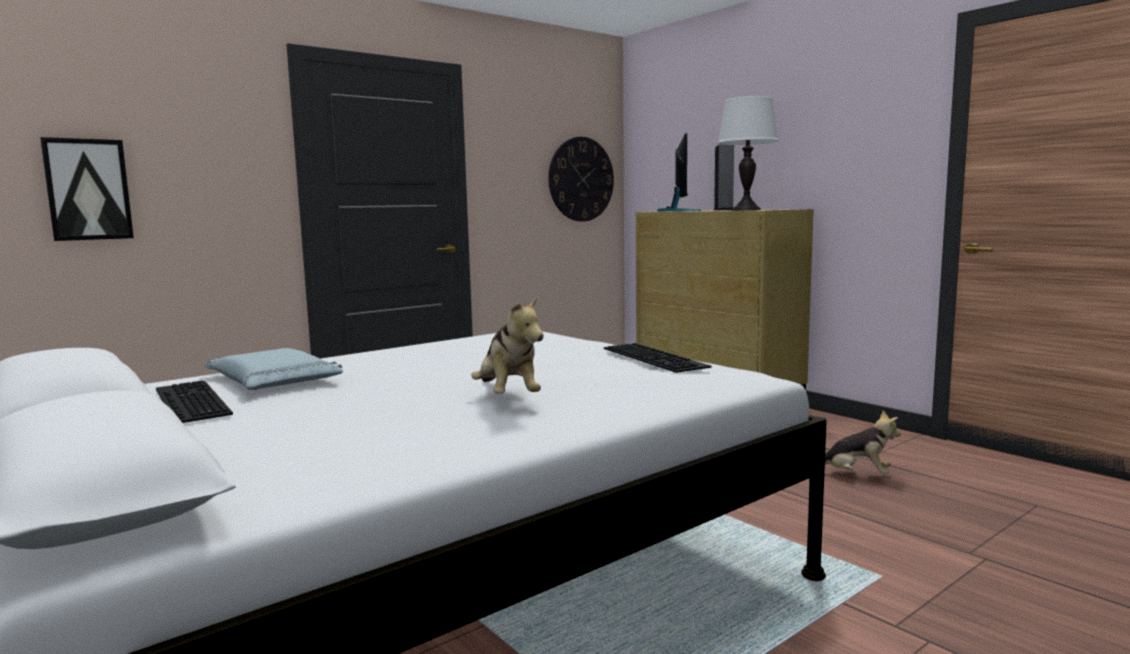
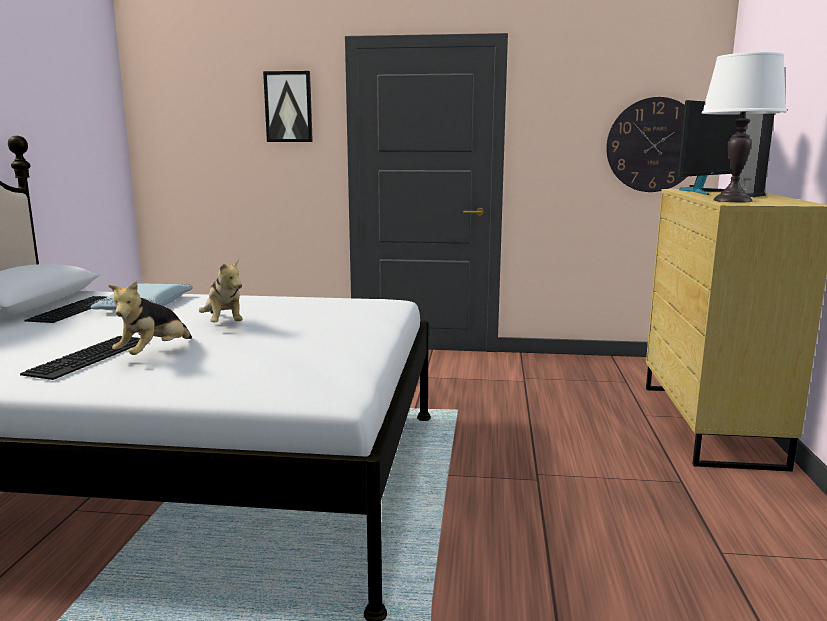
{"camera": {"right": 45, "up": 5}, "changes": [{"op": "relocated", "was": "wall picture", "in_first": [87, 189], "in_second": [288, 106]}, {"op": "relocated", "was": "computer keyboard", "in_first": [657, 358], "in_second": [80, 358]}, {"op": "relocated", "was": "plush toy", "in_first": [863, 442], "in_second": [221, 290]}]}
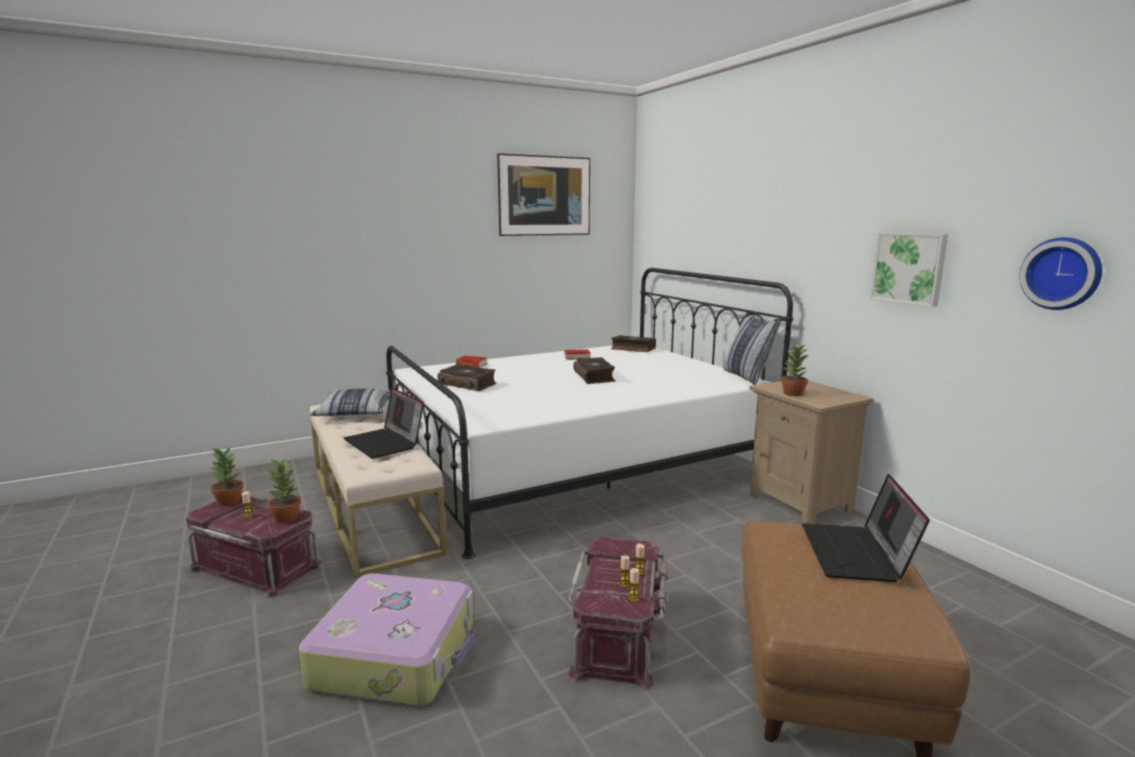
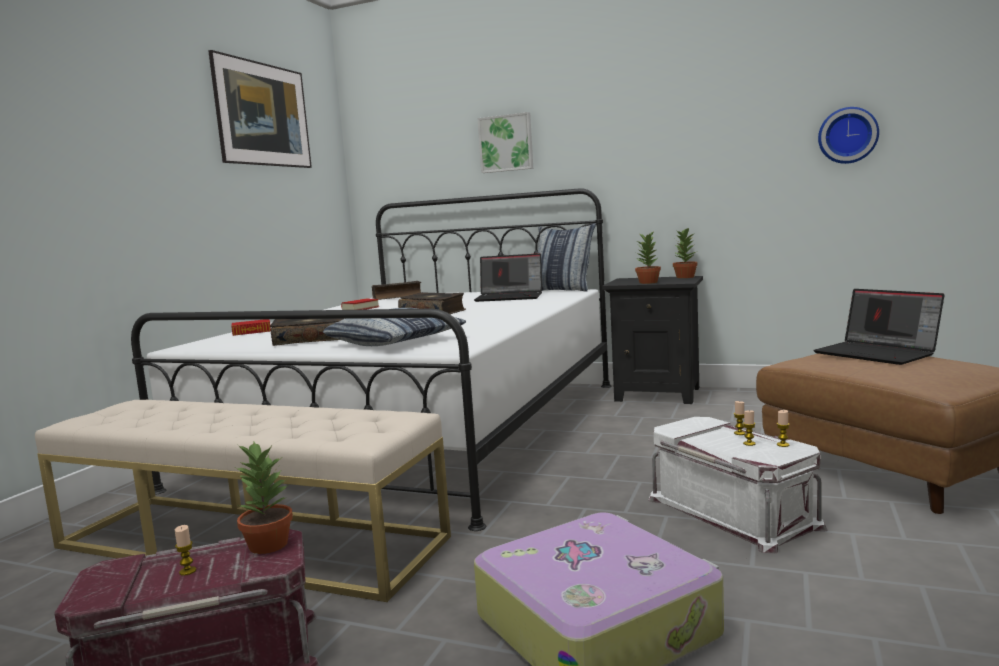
{"camera": {"right": -40, "up": -5}, "changes": [{"op": "relocated", "was": "houseplant", "in_first": [226, 476], "in_second": [685, 252]}, {"op": "relocated", "was": "cushion", "in_first": [350, 402], "in_second": [394, 327]}, {"op": "relocated", "was": "laptop", "in_first": [384, 423], "in_second": [508, 277]}, {"op": "relocated", "was": "wall picture", "in_first": [909, 270], "in_second": [505, 142]}, {"op": "colour", "was": "storage bin in reddish", "now": "storage bin in whitish", "in_first": [617, 614], "in_second": [738, 485]}, {"op": "colour", "was": "bedside table in beige", "now": "bedside table in blackish", "in_first": [811, 452], "in_second": [652, 340]}]}
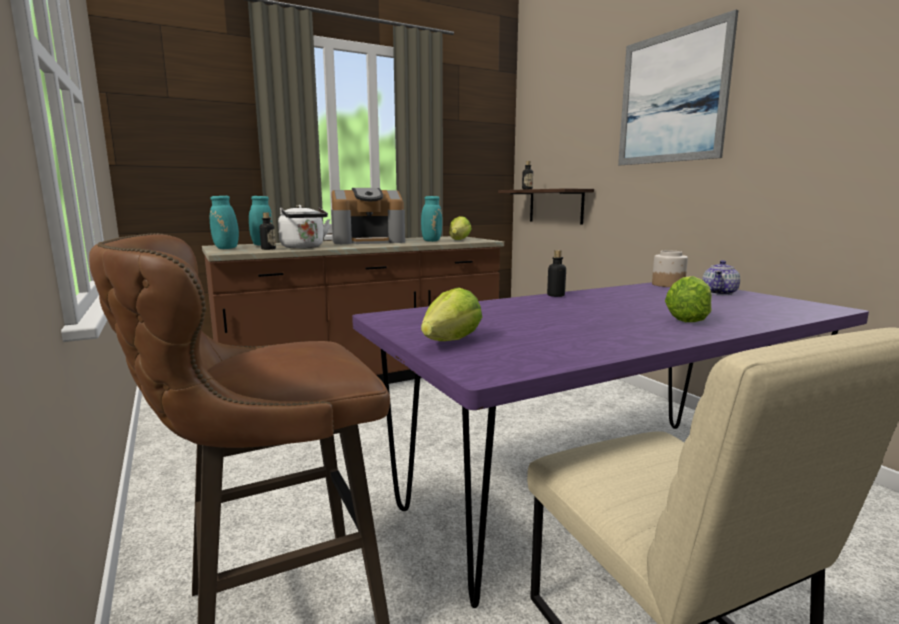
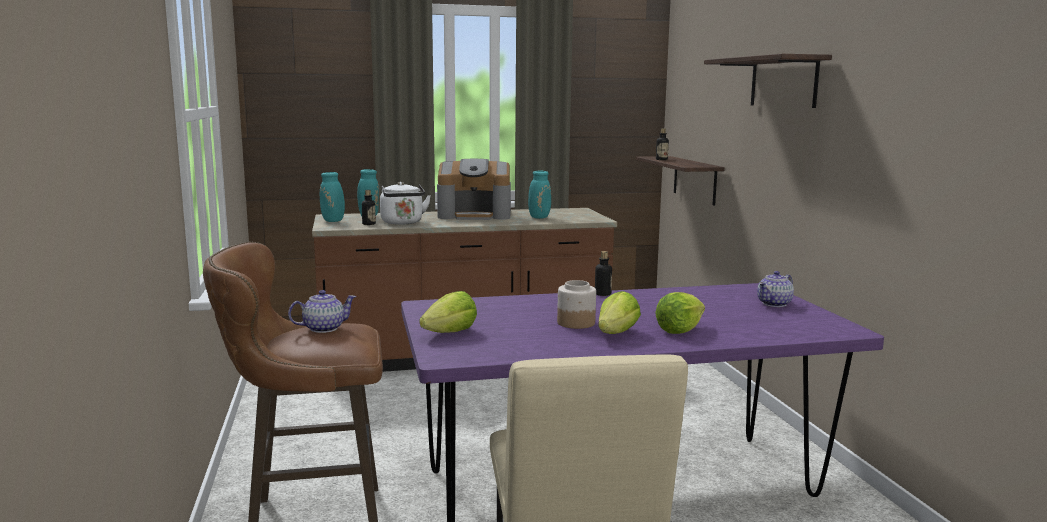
{"camera": {"right": 15, "up": 0}, "changes": [{"op": "appeared", "now": "tea pot", "in_second": [322, 311]}, {"op": "relocated", "was": "lettuce", "in_first": [460, 228], "in_second": [619, 312]}, {"op": "relocated", "was": "storage jar", "in_first": [670, 268], "in_second": [576, 304]}, {"op": "exchanged", "was": "wall picture", "now": "wall shelf", "in_first": [678, 87], "in_second": [768, 81]}]}
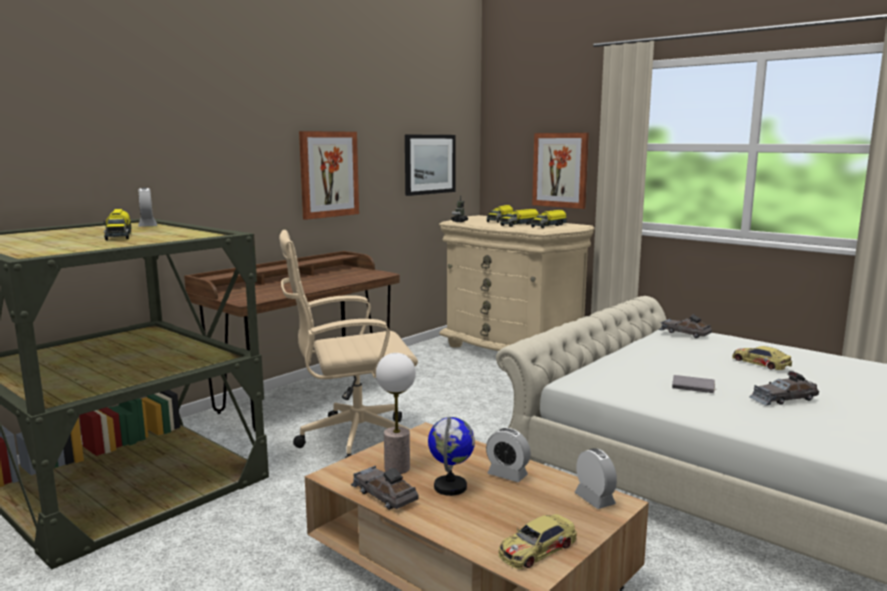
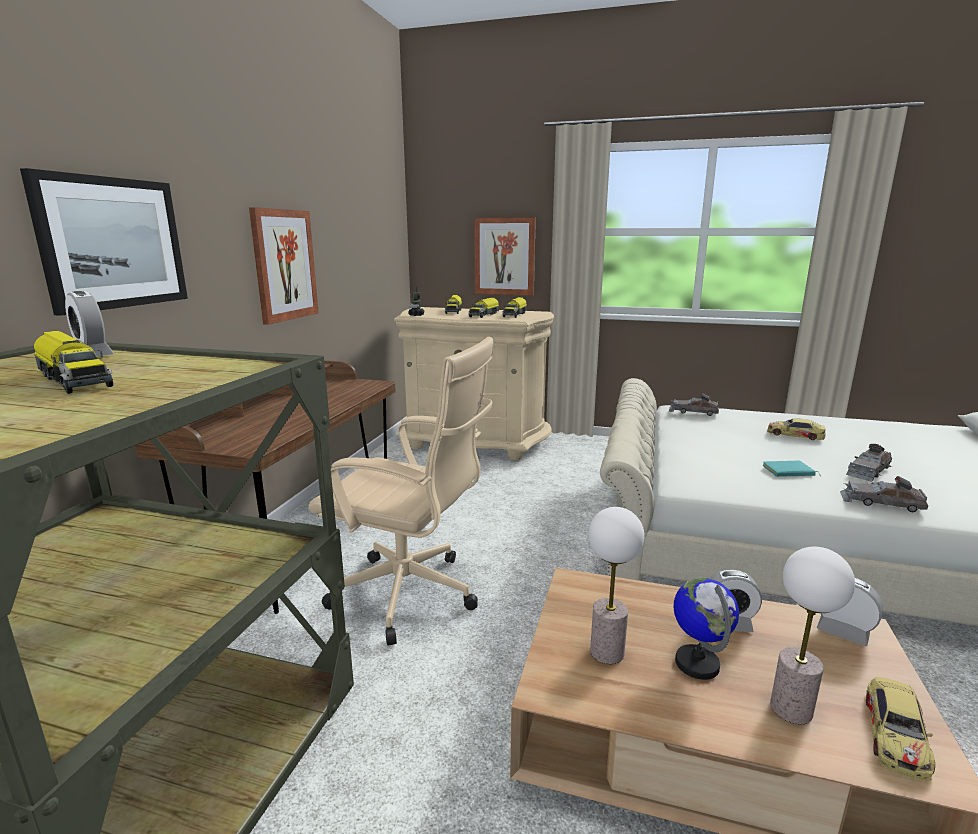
{"camera": {"right": -25, "up": 5}, "changes": [{"op": "appeared", "now": "table lamp", "in_second": [812, 635]}, {"op": "relocated", "was": "miniature car in gray", "in_first": [384, 488], "in_second": [884, 494]}, {"op": "relocated", "was": "wall picture", "in_first": [430, 165], "in_second": [104, 242]}, {"op": "colour", "was": "book in gray", "now": "book in turquoise-coloured", "in_first": [694, 384], "in_second": [792, 469]}, {"op": "spun", "was": "desk chair in beige", "in_first": [348, 344], "in_second": [401, 491], "clockwise": -120}]}
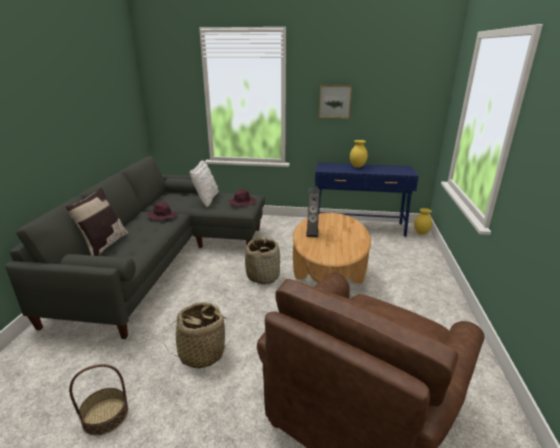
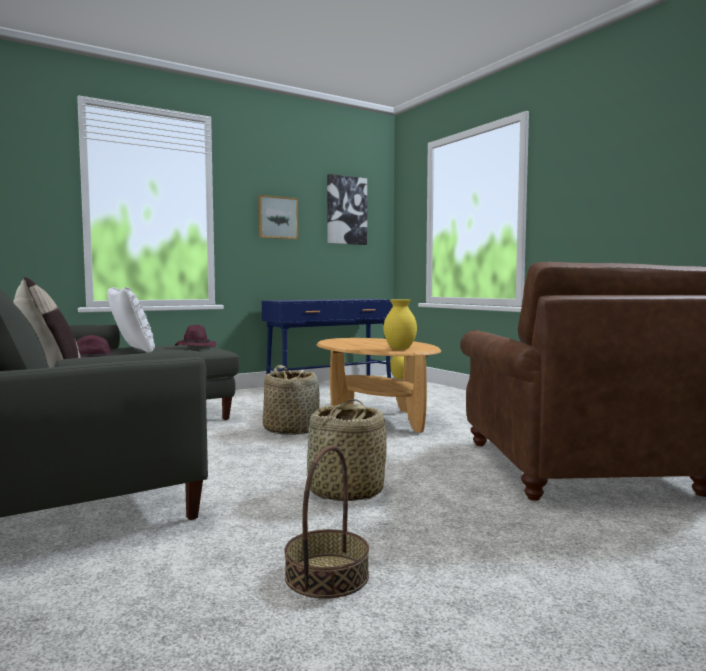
{"camera": {"right": -40, "up": -20}, "changes": [{"op": "missing", "was": "audio speaker", "in_first": [313, 212]}, {"op": "appeared", "now": "wall picture", "in_second": [347, 209]}, {"op": "relocated", "was": "flower vase in yellow", "in_first": [359, 154], "in_second": [400, 325]}]}
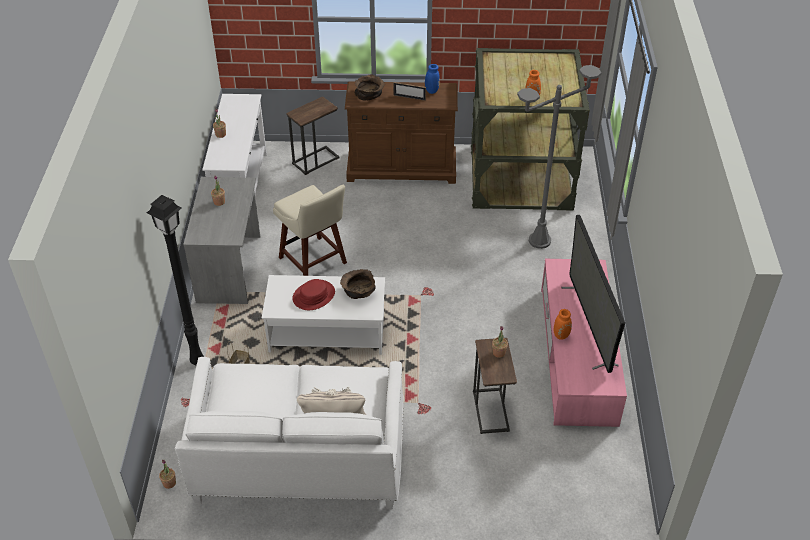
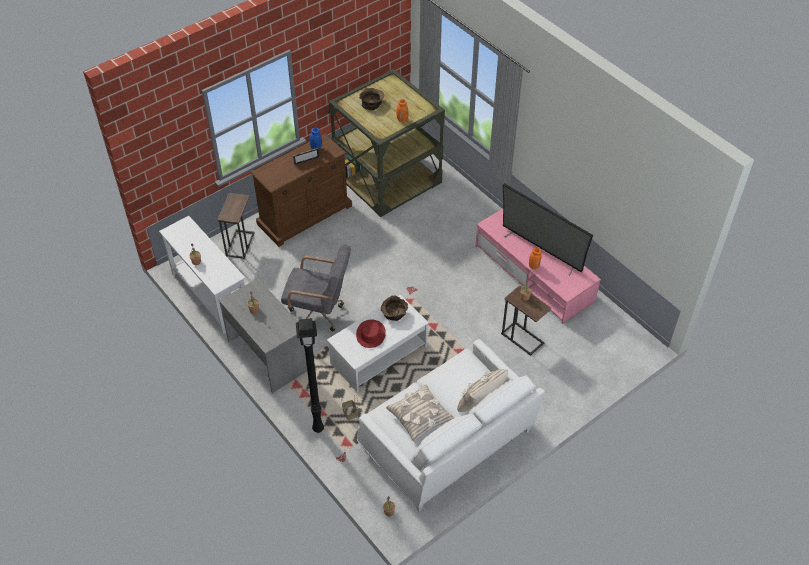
{"camera": {"right": -40, "up": 5}, "changes": [{"op": "missing", "was": "standing lamp in gray", "in_first": [559, 157]}, {"op": "appeared", "now": "cushion in beige", "in_second": [420, 413]}, {"op": "relocated", "was": "deep dish in brown-coloured", "in_first": [370, 87], "in_second": [371, 99]}, {"op": "exchanged", "was": "stool seat in beige", "now": "desk chair in gray", "in_first": [310, 230], "in_second": [316, 287]}]}
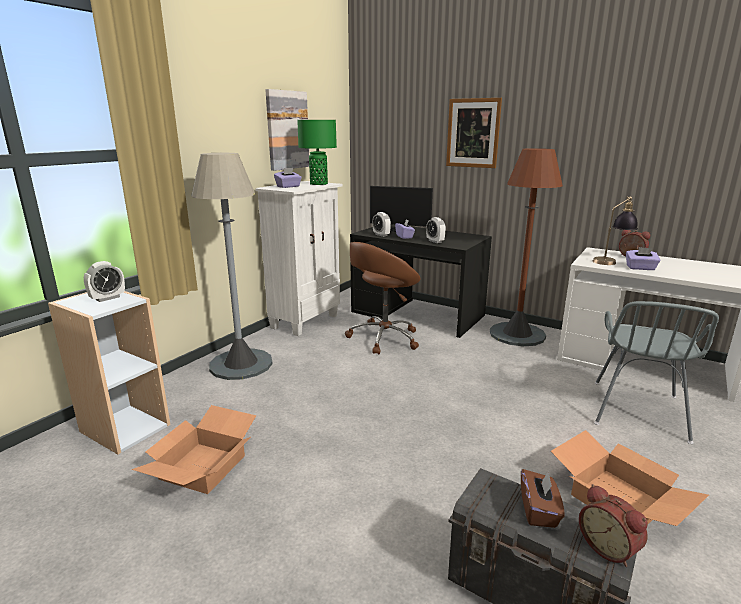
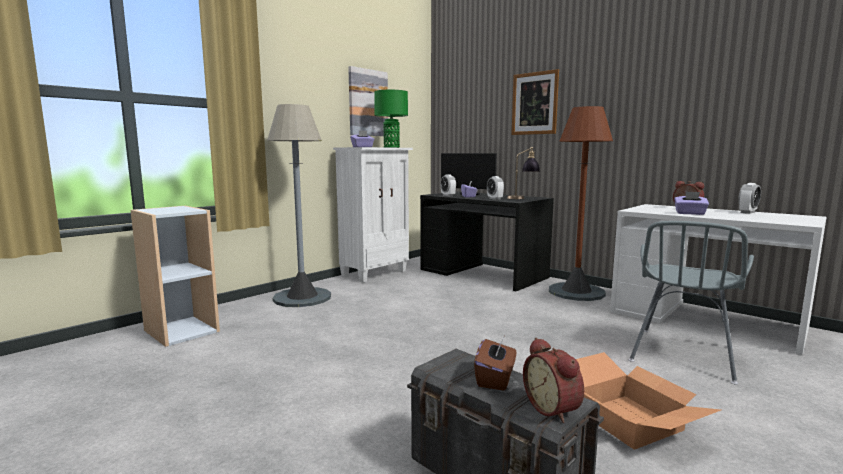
{"camera": {"right": 10, "up": -10}, "changes": [{"op": "missing", "was": "packing box", "in_first": [194, 449]}, {"op": "missing", "was": "desk chair in brown-coloured", "in_first": [382, 298]}, {"op": "relocated", "was": "table clock", "in_first": [104, 281], "in_second": [749, 198]}, {"op": "relocated", "was": "table lamp", "in_first": [615, 230], "in_second": [523, 173]}]}
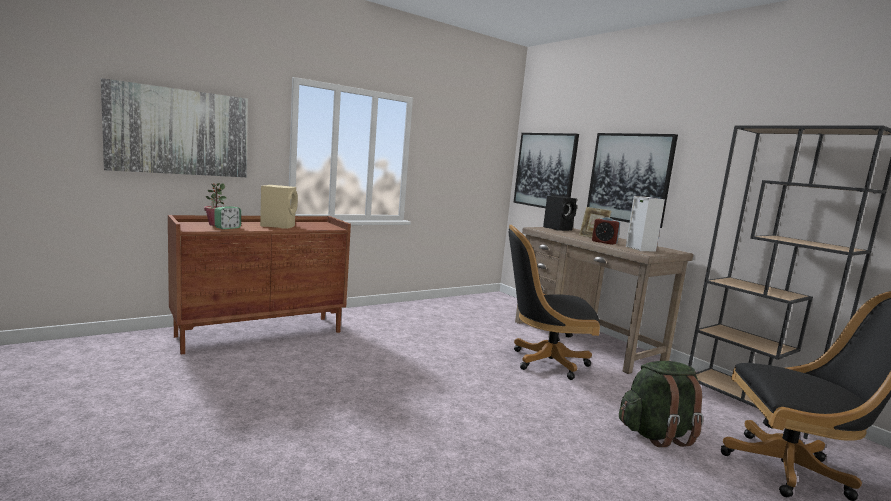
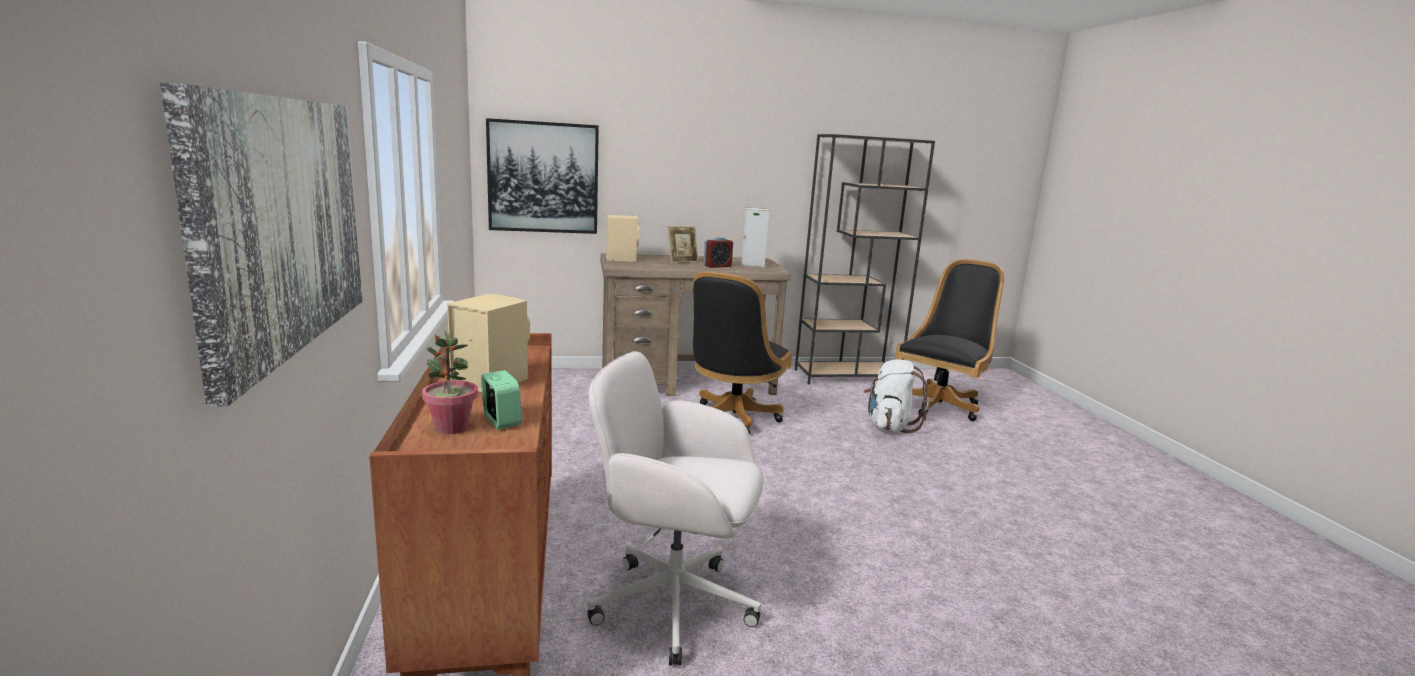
{"camera": {"right": -65, "up": 5}, "changes": [{"op": "missing", "was": "wall picture", "in_first": [632, 180]}, {"op": "appeared", "now": "desk chair in whitish", "in_second": [675, 508]}, {"op": "colour", "was": "audio speaker in blackish", "now": "audio speaker in beige", "in_first": [560, 213], "in_second": [622, 238]}, {"op": "colour", "was": "knapsack in green-coloured", "now": "knapsack in whitish", "in_first": [661, 404], "in_second": [896, 396]}]}
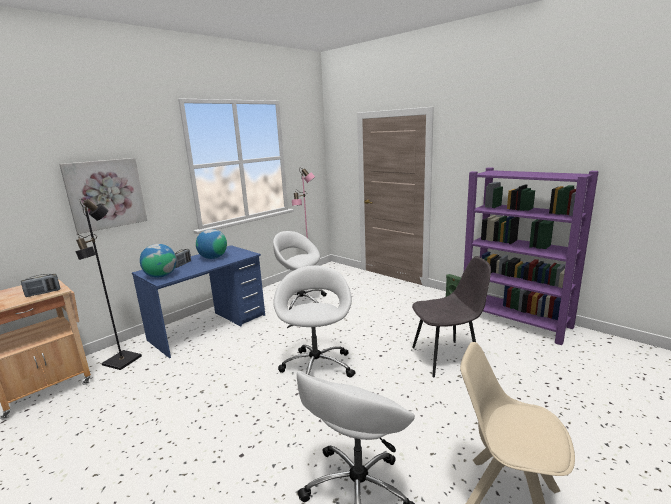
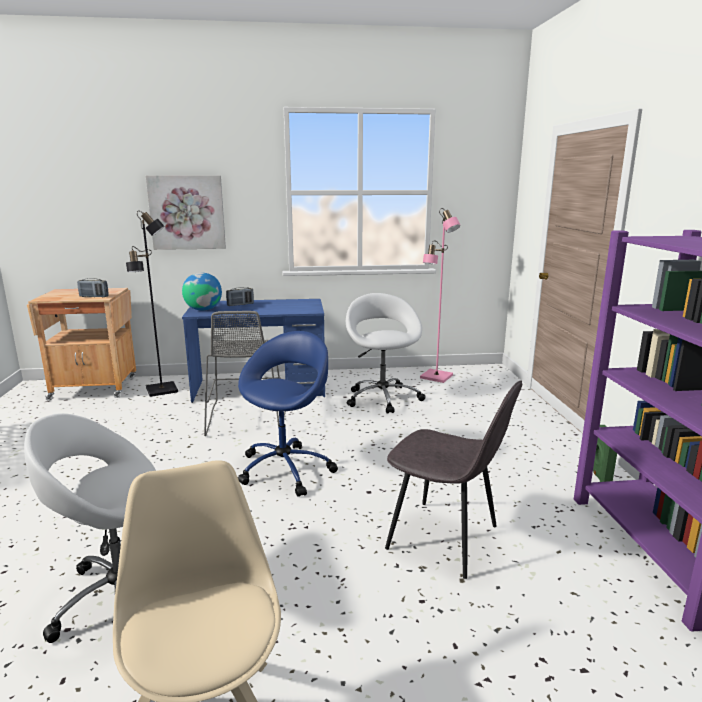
{"camera": {"right": 40, "up": 0}, "changes": [{"op": "missing", "was": "globe", "in_first": [211, 244]}, {"op": "appeared", "now": "stool seat in gray", "in_second": [245, 373]}, {"op": "colour", "was": "desk chair in whitish", "now": "desk chair in blue-coloured", "in_first": [314, 321], "in_second": [288, 414]}]}
